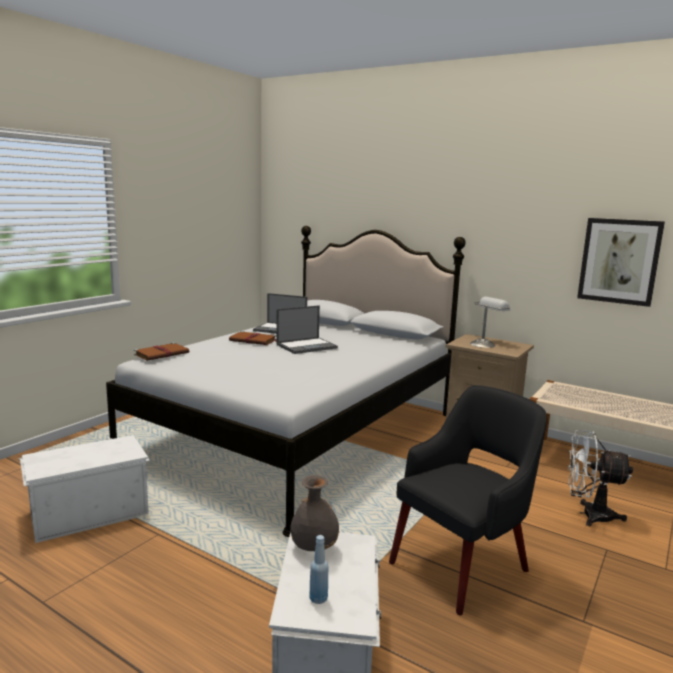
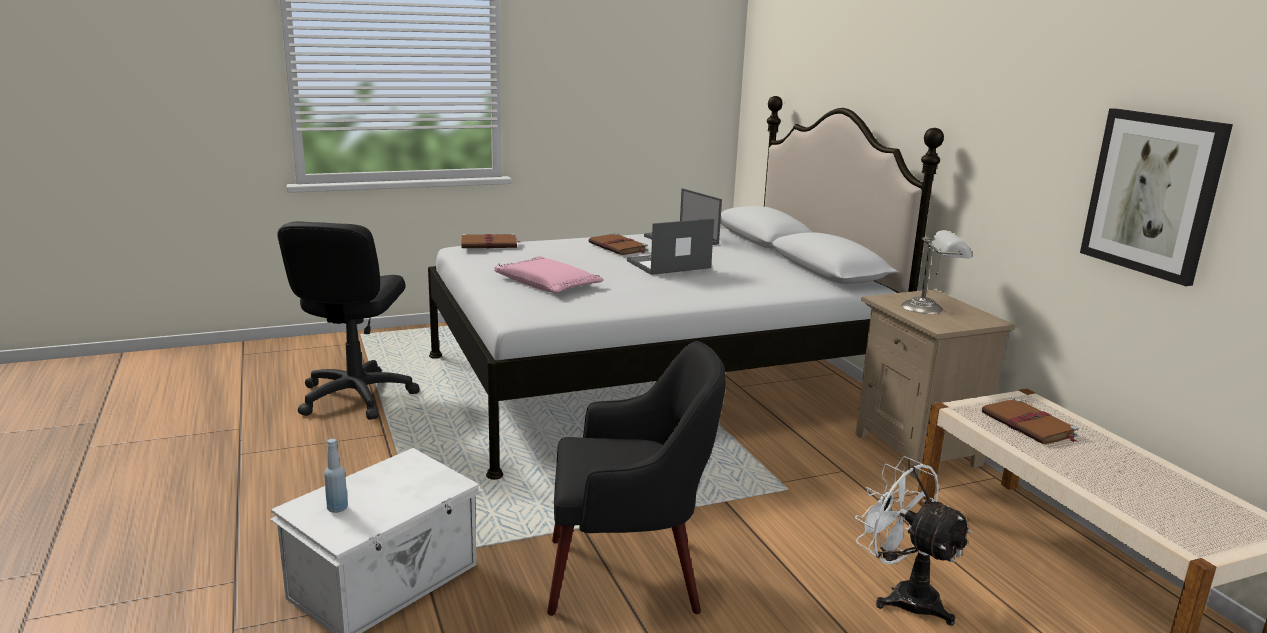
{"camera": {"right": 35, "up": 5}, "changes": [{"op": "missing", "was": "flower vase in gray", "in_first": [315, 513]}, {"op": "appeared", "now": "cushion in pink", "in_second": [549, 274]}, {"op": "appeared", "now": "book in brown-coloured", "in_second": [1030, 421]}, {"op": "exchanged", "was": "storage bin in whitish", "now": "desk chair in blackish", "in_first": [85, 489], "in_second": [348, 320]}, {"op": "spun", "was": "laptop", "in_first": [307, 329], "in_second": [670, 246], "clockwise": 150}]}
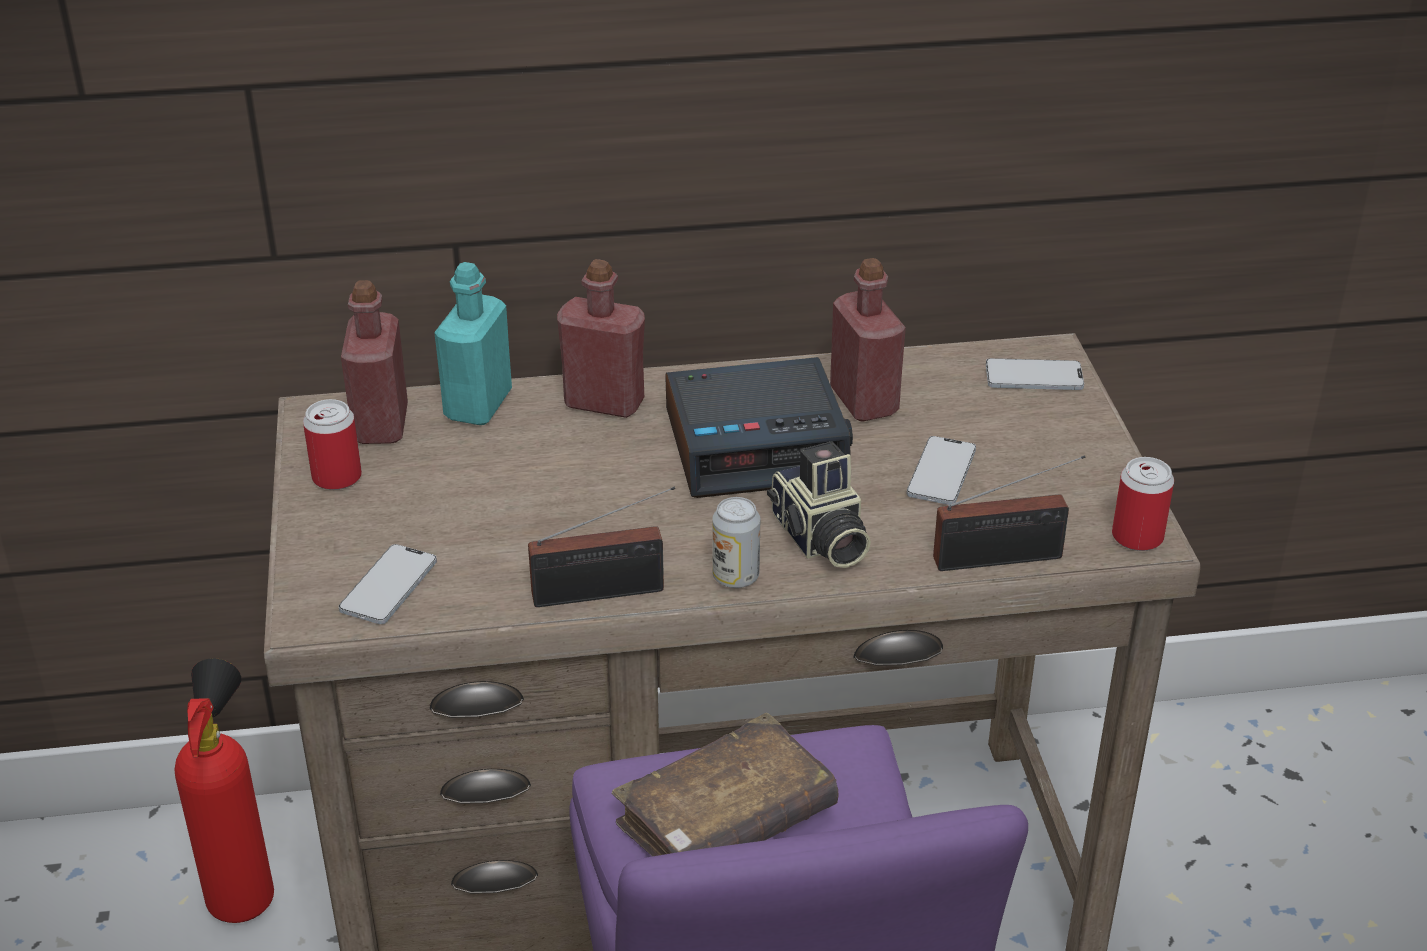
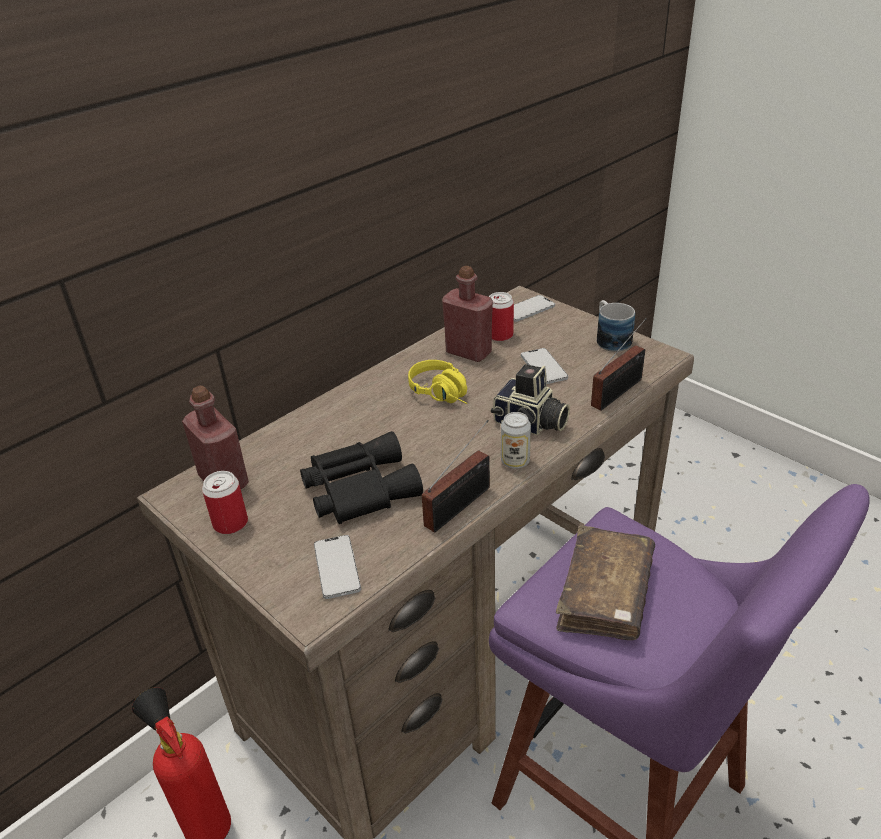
{"camera": {"right": -35, "up": 0}, "changes": [{"op": "missing", "was": "bottle in turquoise-coloured", "in_first": [473, 343]}, {"op": "missing", "was": "bottle in reddish", "in_first": [601, 338]}, {"op": "appeared", "now": "pair of binoculars in blackish", "in_second": [361, 477]}, {"op": "appeared", "now": "tea mug", "in_second": [616, 326]}, {"op": "relocated", "was": "sealed can", "in_first": [1143, 504], "in_second": [501, 316]}, {"op": "exchanged", "was": "table clock", "now": "pair of headphones in yellow", "in_first": [759, 427], "in_second": [437, 382]}]}
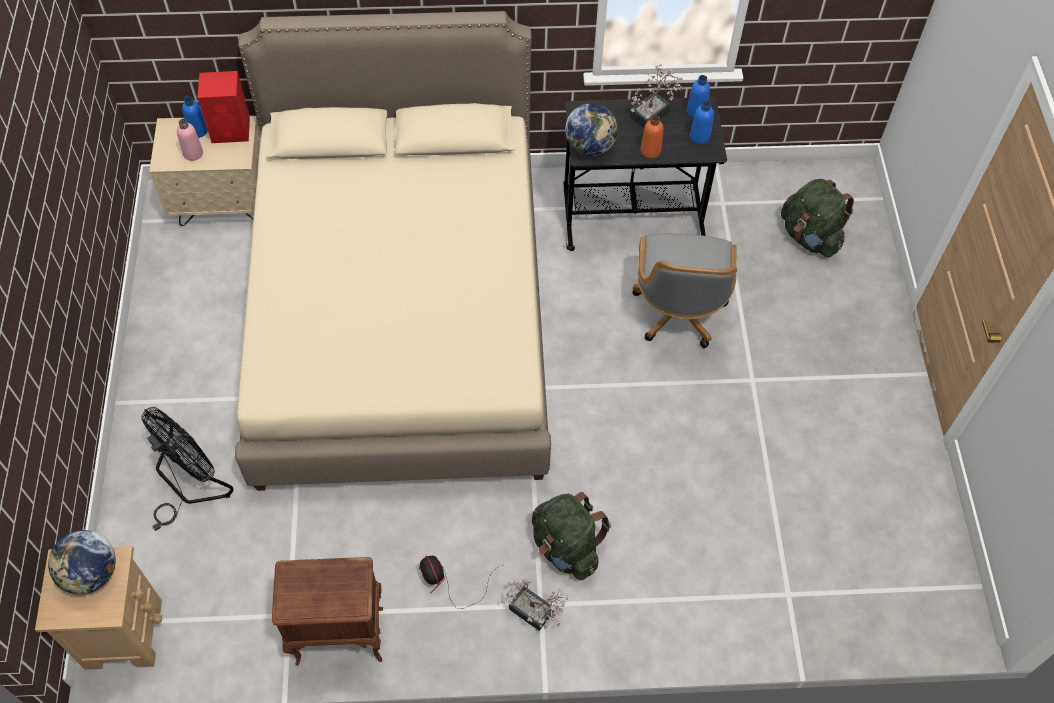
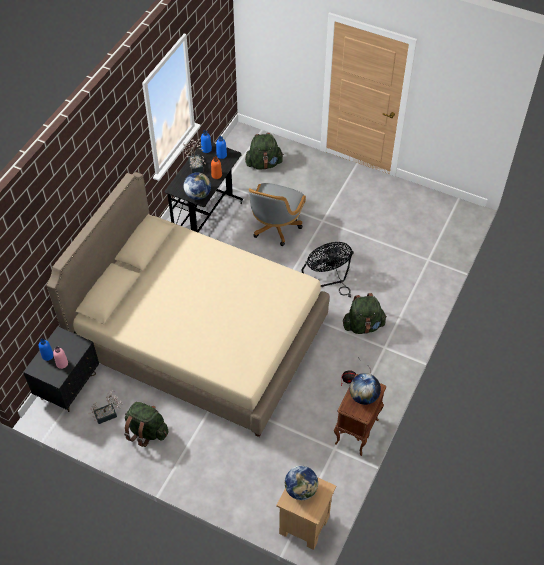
{"camera": {"right": -60, "up": -5}, "changes": [{"op": "missing", "was": "audio speaker in reddish", "in_first": [223, 107]}, {"op": "appeared", "now": "knapsack in green-coloured", "in_second": [146, 424]}, {"op": "appeared", "now": "globe", "in_second": [365, 389]}, {"op": "relocated", "was": "electric fan in blackish", "in_first": [187, 469], "in_second": [327, 269]}, {"op": "relocated", "was": "houseplant", "in_first": [534, 605], "in_second": [105, 407]}, {"op": "colour", "was": "bedside table in beige", "now": "bedside table in blackish", "in_first": [205, 171], "in_second": [61, 369]}, {"op": "spun", "was": "desk chair in gray", "in_first": [685, 290], "in_second": [277, 214], "clockwise": 75}]}
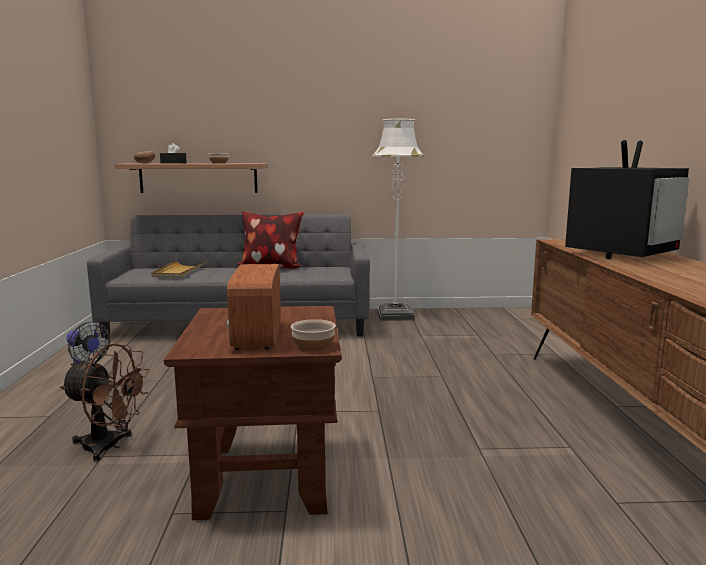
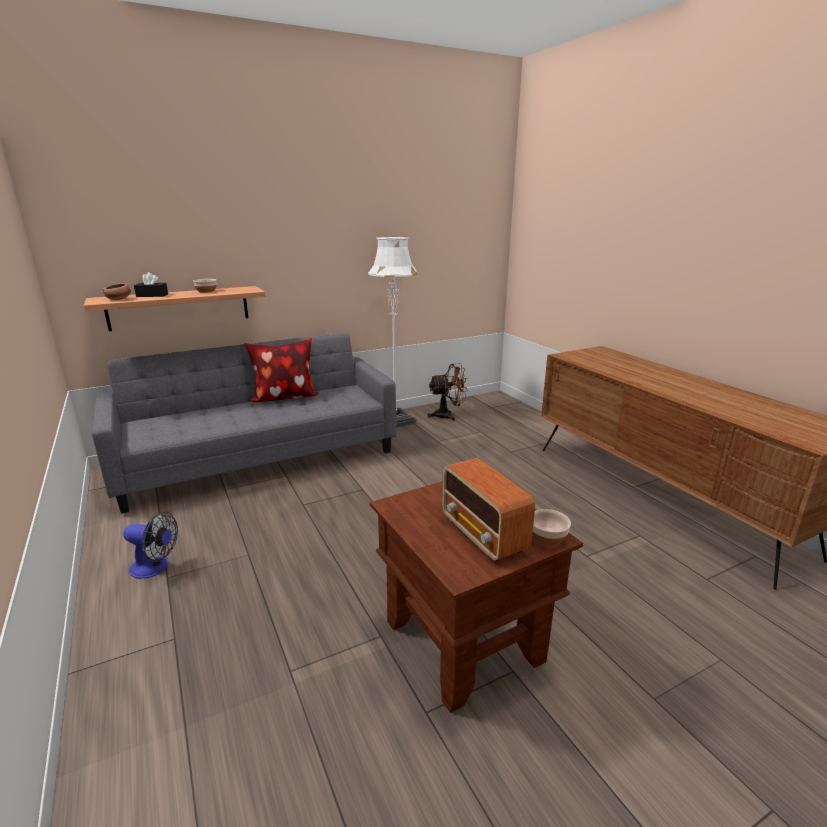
{"camera": {"right": -25, "up": 10}, "changes": [{"op": "missing", "was": "serving tray in beige", "in_first": [179, 269]}, {"op": "missing", "was": "TV set", "in_first": [627, 199]}, {"op": "relocated", "was": "electric fan in brown-coloured", "in_first": [105, 402], "in_second": [448, 392]}]}
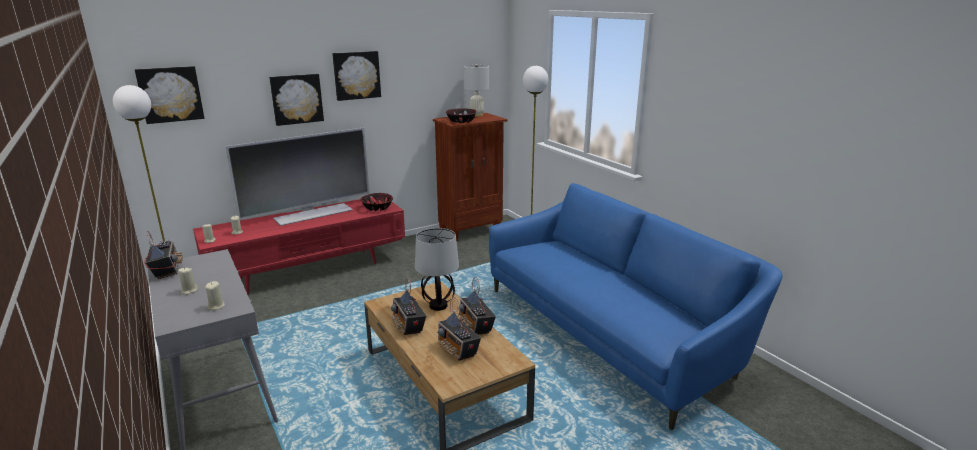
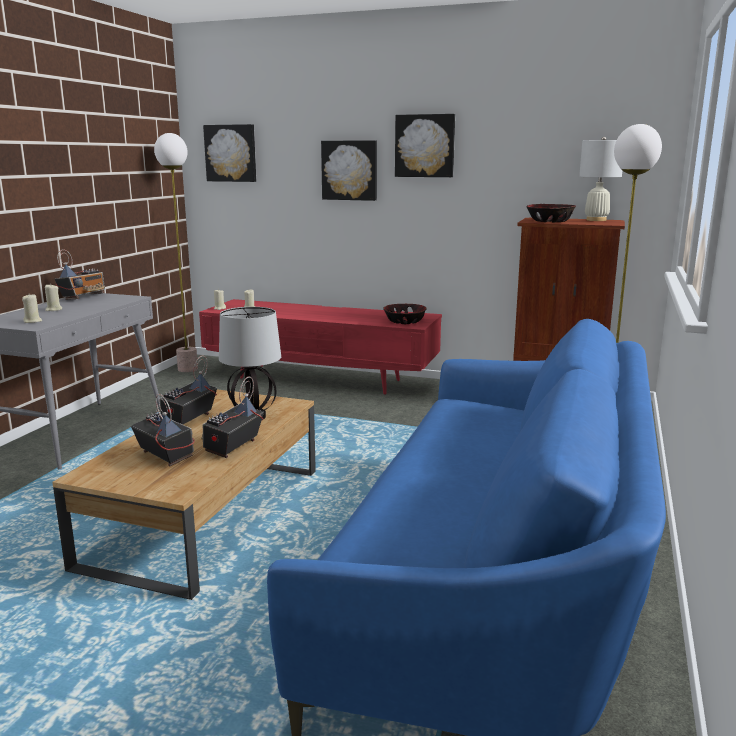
{"camera": {"right": 50, "up": -5}, "changes": [{"op": "missing", "was": "TV set", "in_first": [297, 176]}, {"op": "spun", "was": "radio set", "in_first": [459, 329], "in_second": [163, 430], "clockwise": 120}]}
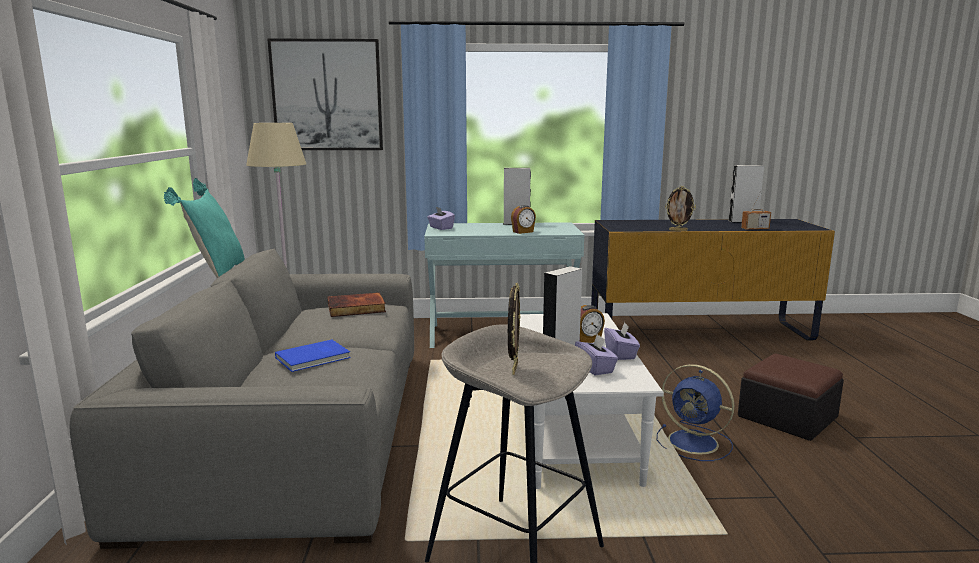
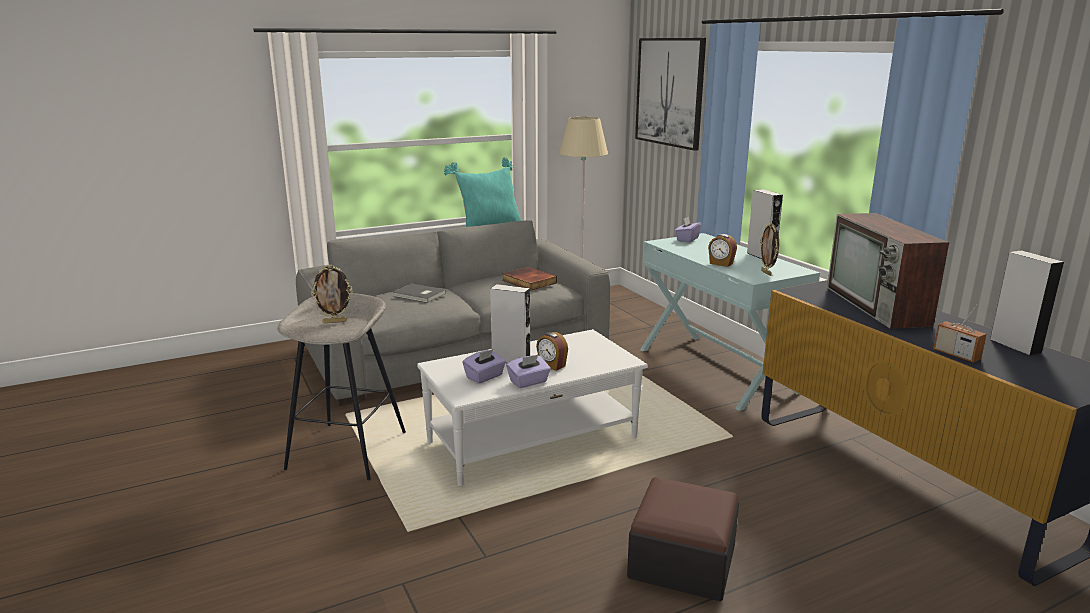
{"camera": {"right": 65, "up": 5}, "changes": [{"op": "missing", "was": "electric fan in blue-coloured", "in_first": [695, 412]}, {"op": "appeared", "now": "TV set", "in_second": [888, 271]}, {"op": "relocated", "was": "standing frame", "in_first": [680, 208], "in_second": [769, 249]}, {"op": "colour", "was": "book in blue-coloured", "now": "book in gray", "in_first": [313, 356], "in_second": [420, 293]}]}
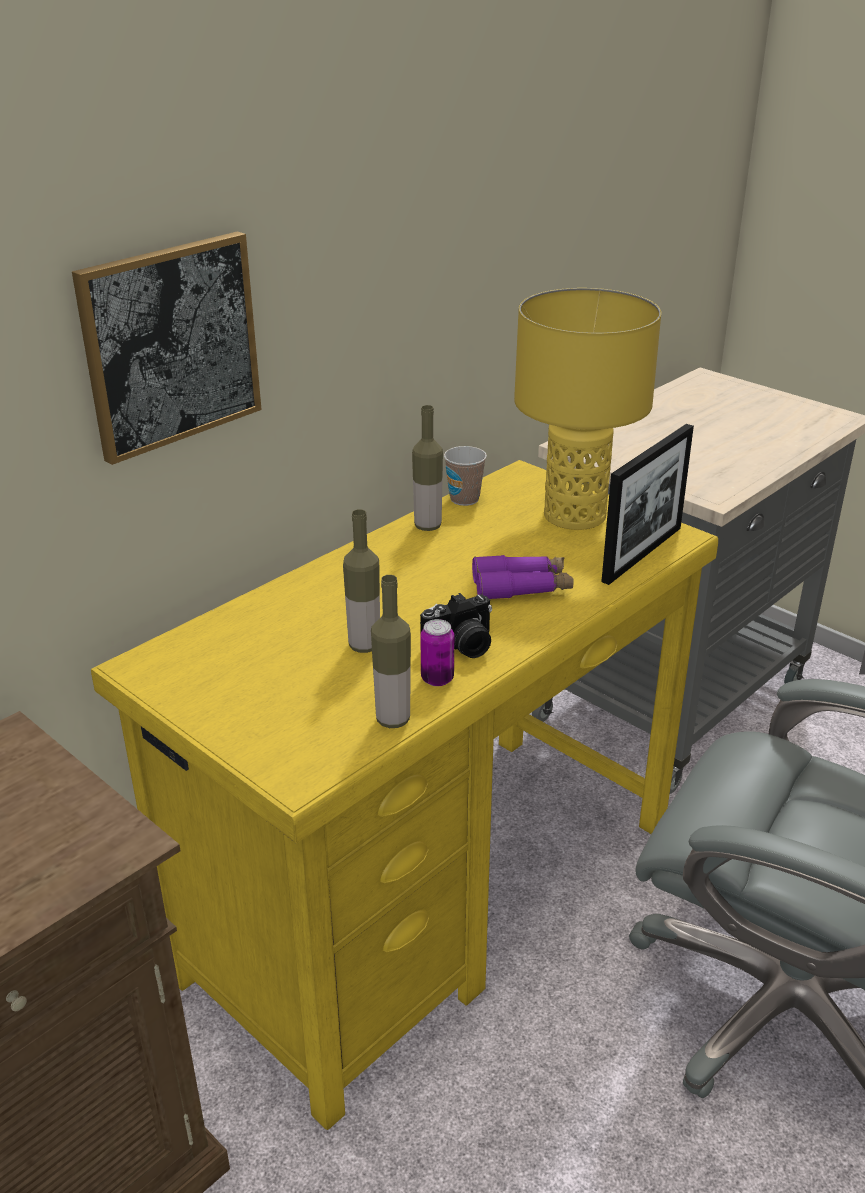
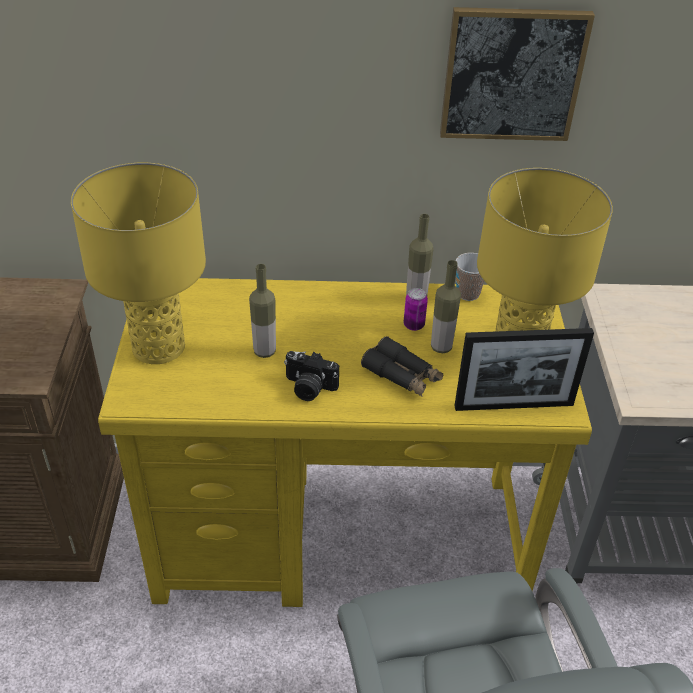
{"camera": {"right": 45, "up": 10}, "changes": [{"op": "appeared", "now": "table lamp in yellow", "in_second": [138, 263]}, {"op": "relocated", "was": "wall picture", "in_first": [167, 348], "in_second": [517, 74]}, {"op": "relocated", "was": "bottle", "in_first": [391, 651], "in_second": [446, 306]}, {"op": "relocated", "was": "sealed can", "in_first": [437, 652], "in_second": [415, 309]}, {"op": "colour", "was": "pair of binoculars in purple-coloured", "now": "pair of binoculars in blackish", "in_first": [523, 577], "in_second": [402, 366]}]}
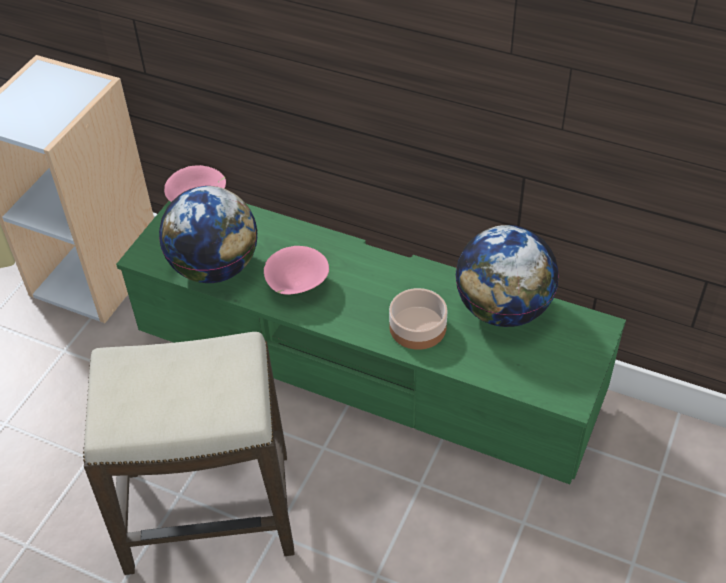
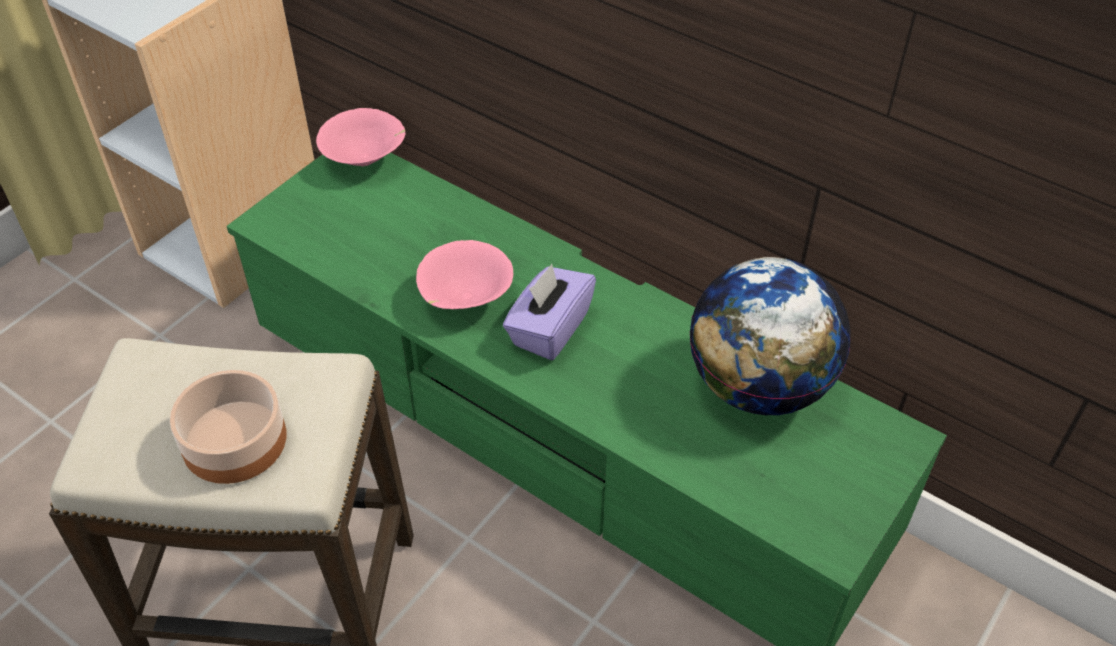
{"camera": {"right": 10, "up": 0}, "changes": [{"op": "missing", "was": "globe", "in_first": [208, 234]}, {"op": "appeared", "now": "box of tissues in purple-coloured", "in_second": [549, 312]}, {"op": "relocated", "was": "deep dish", "in_first": [418, 319], "in_second": [228, 427]}]}
